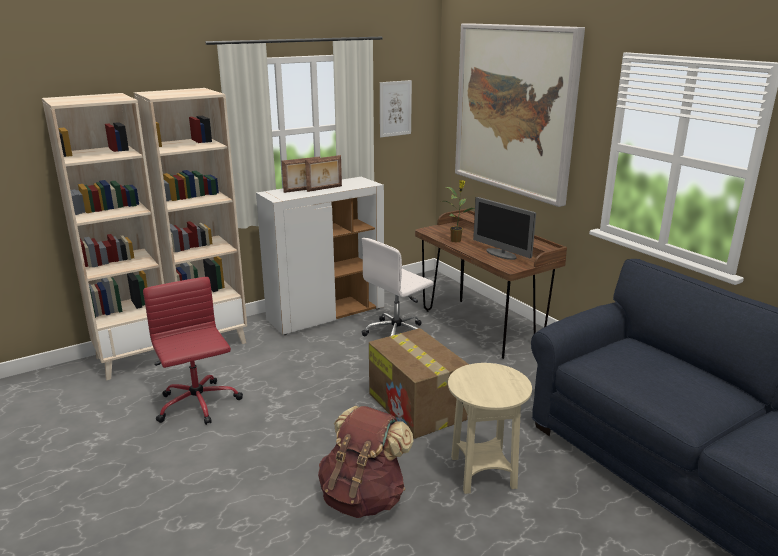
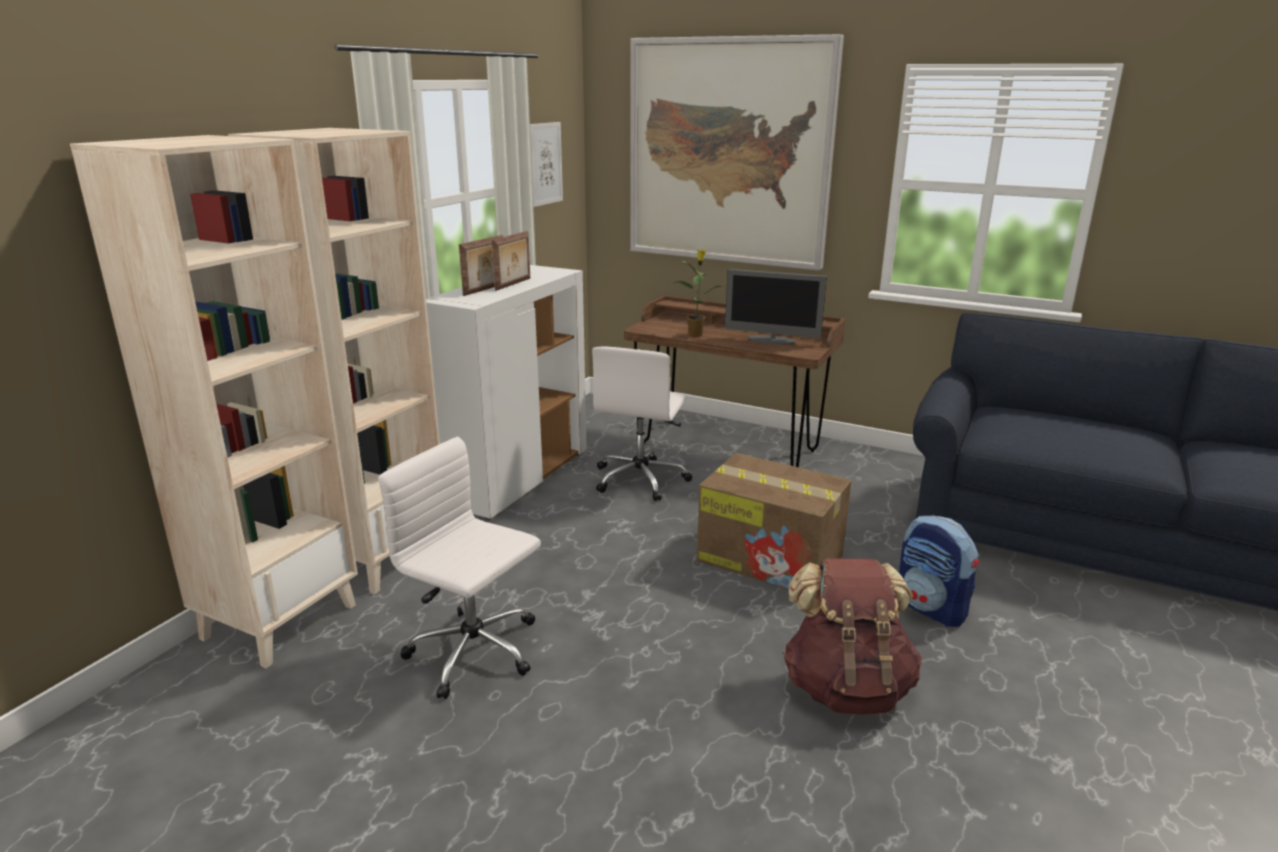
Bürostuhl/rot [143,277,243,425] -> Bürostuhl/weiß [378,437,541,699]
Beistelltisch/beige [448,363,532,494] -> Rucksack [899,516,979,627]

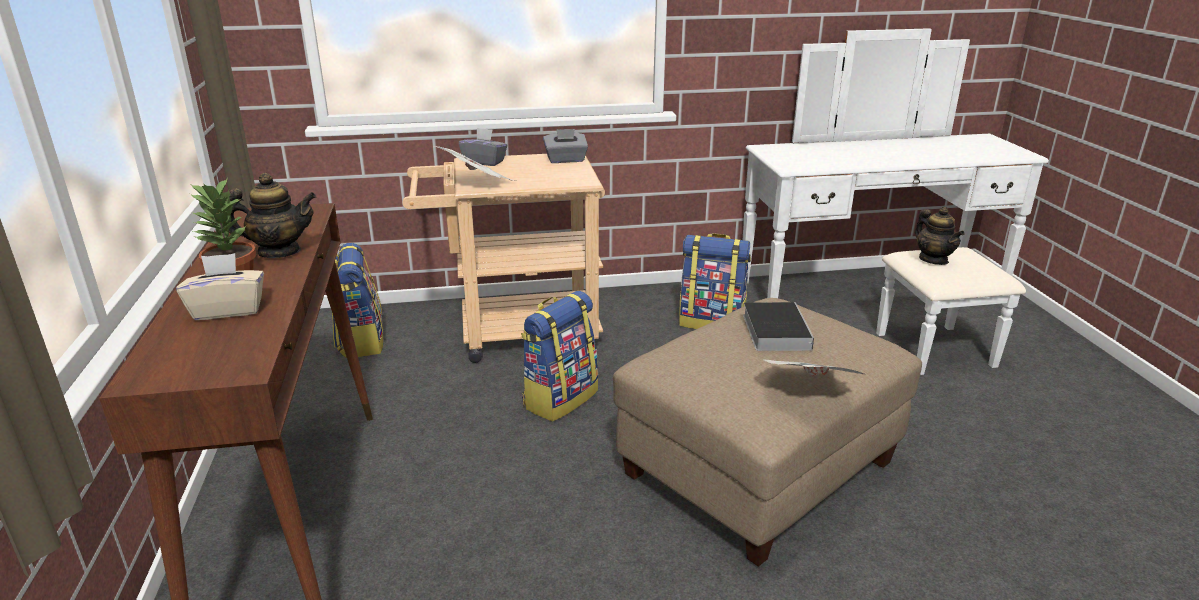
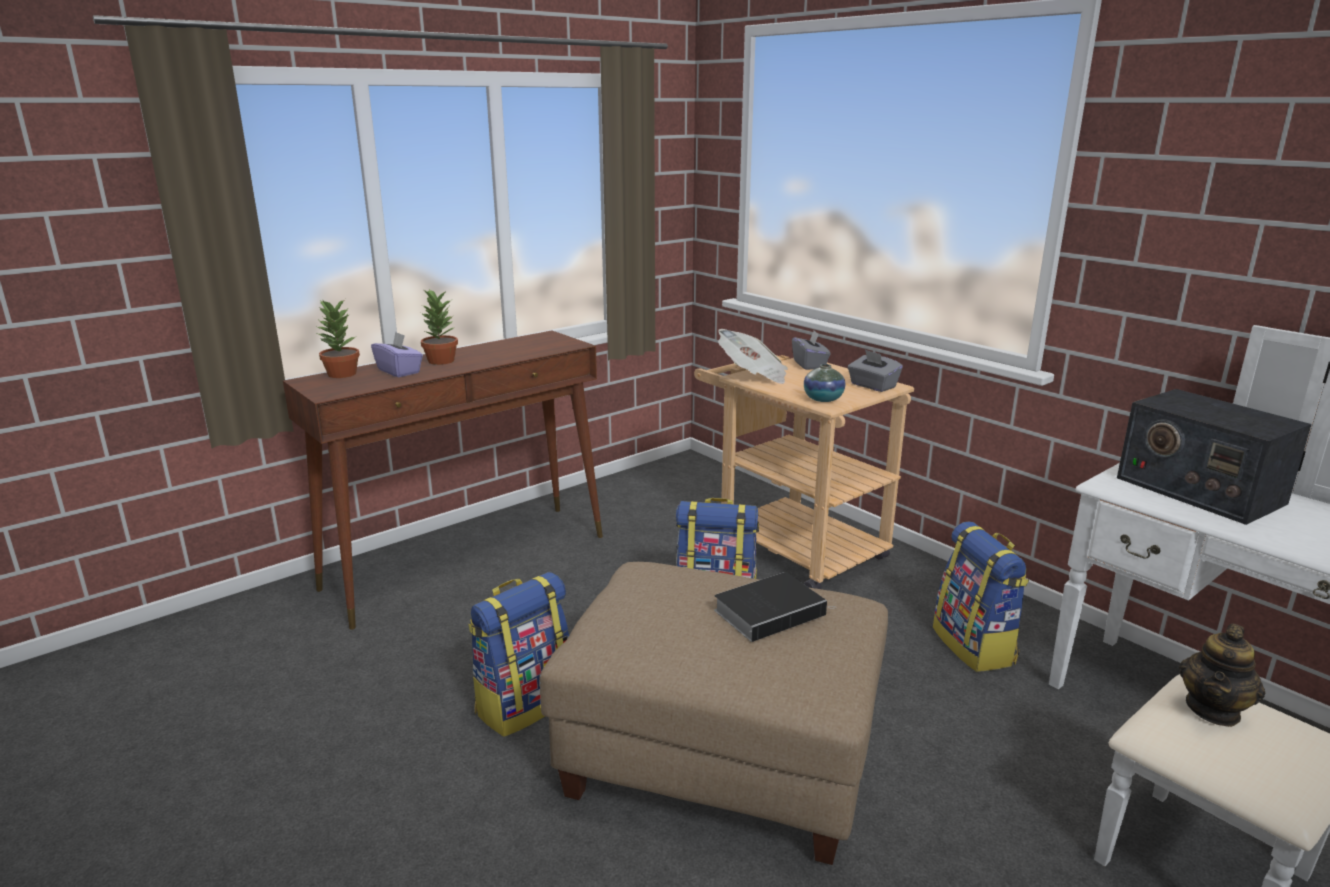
Taschentuchbox/beige [176,253,264,320] -> Taschentuchbox/lila [371,332,423,377]
Teekanne [228,173,316,258] -> none
Rucksack [332,243,383,358] -> Rucksack [468,572,569,737], relocated
Zeitung [763,359,864,377] -> none
none -> Topfpflanze [317,299,360,378]
none -> Vase [804,364,845,402]
none -> Radio [1117,389,1312,525]

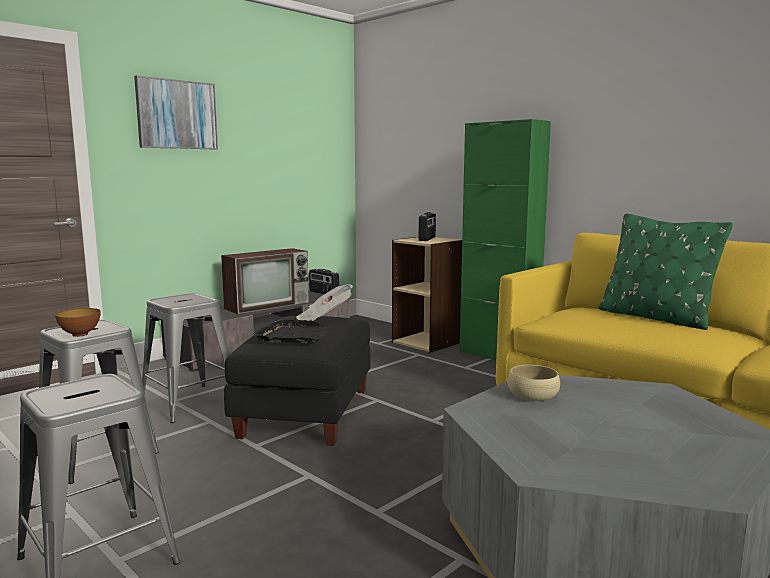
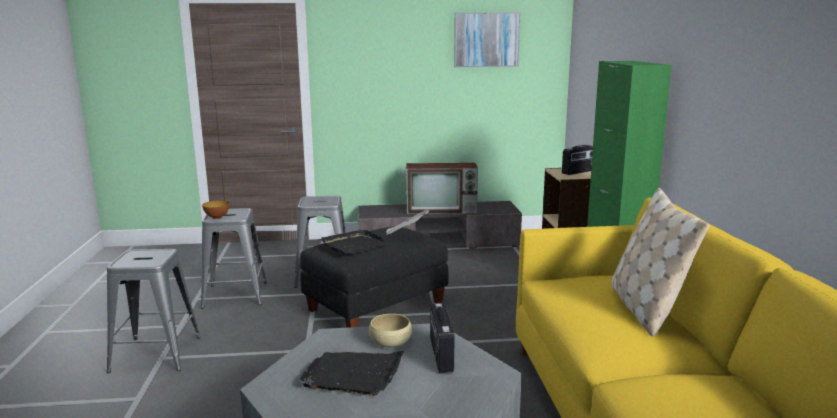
Bild [134,76,218,150] -> Bild [454,12,520,67], relocated
Radio [309,269,339,294] -> Radio [430,303,454,373], relocated
Kissen/grün [598,214,733,330] -> Kissen/beige [611,188,709,337]
none -> Tablett/schwarz [299,351,404,396]

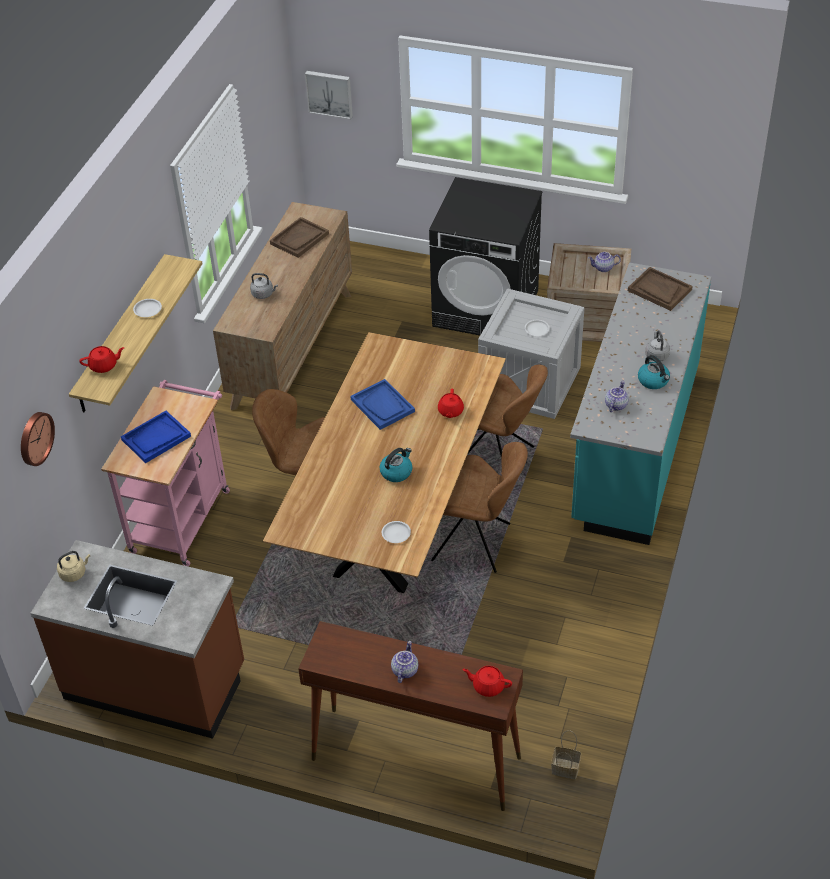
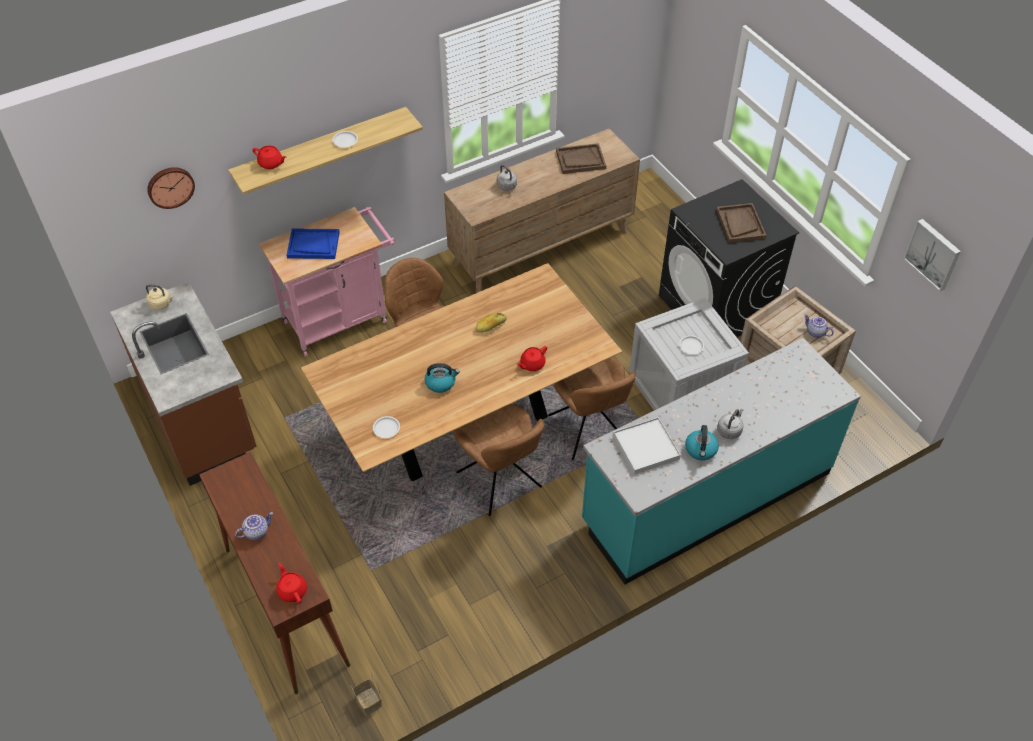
Bild [305,71,353,119] -> Bild [903,219,961,291], relocated
Tablett/blau [350,379,415,430] -> Brot [476,313,507,333]
Teekanne [605,381,628,412] -> Tablett/weiß [613,417,681,475]
Tablett/braun [628,267,693,311] -> Tablett/braun [716,203,766,243], relocated

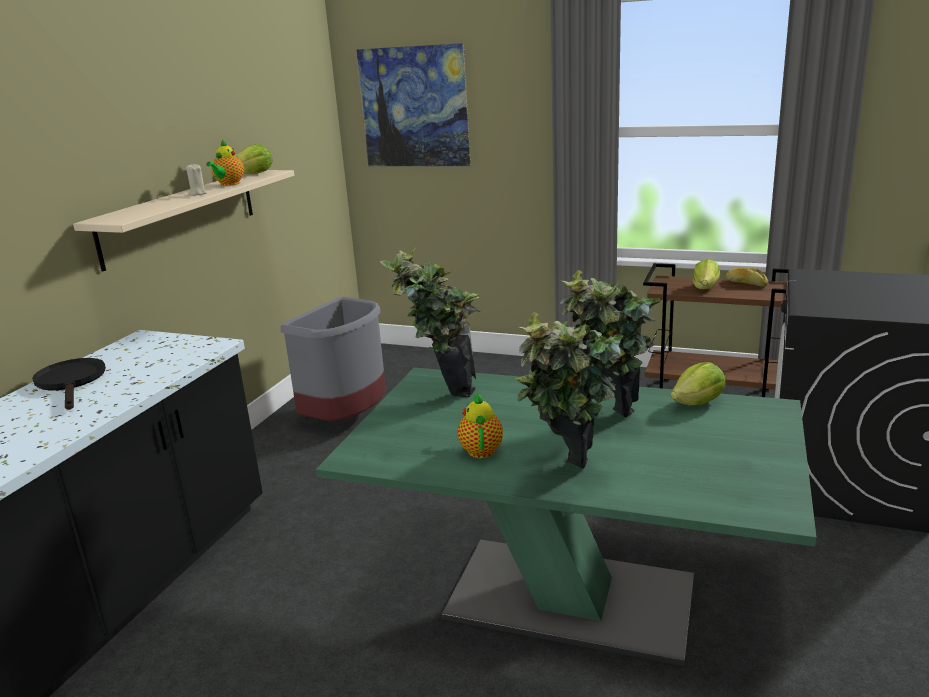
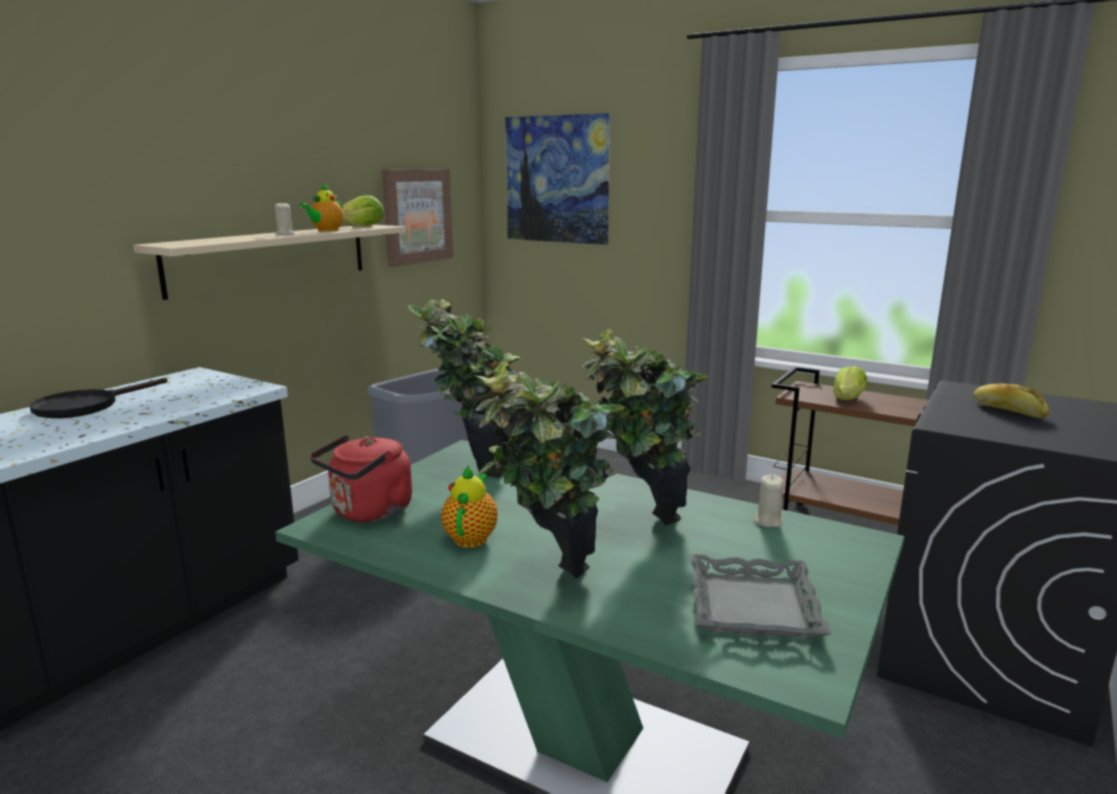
Pfanne/schwarz [32,358,106,409] -> Pfanne/schwarz [30,377,168,418], 135 degrees counterclockwise
Salatkopf [671,362,725,405] -> Kerze/beige [754,475,784,527]
Brot [726,267,768,287] -> Brot [973,383,1049,418], relocated
none -> Wasserkessel/rot [310,435,412,522]
none -> Bild [382,169,453,267]
none -> Tablett/grau [691,554,832,639]

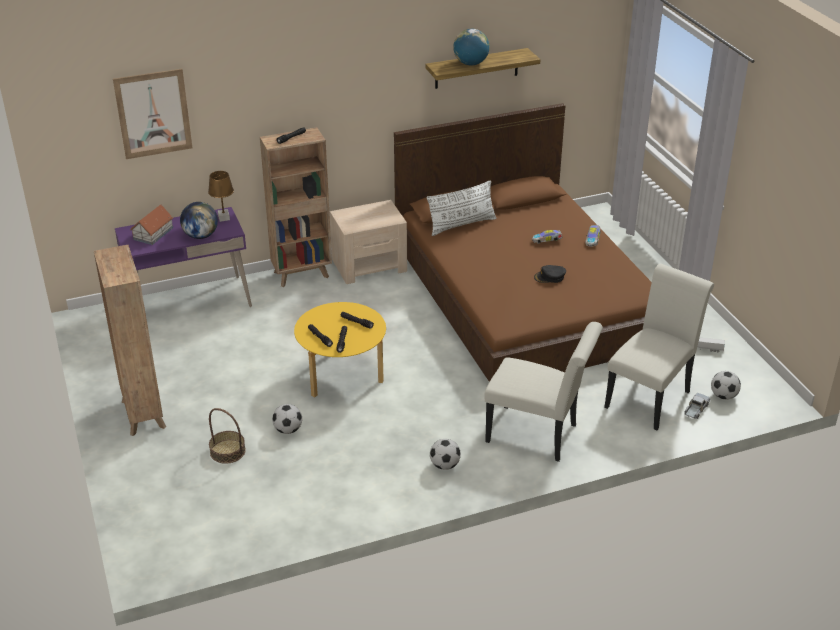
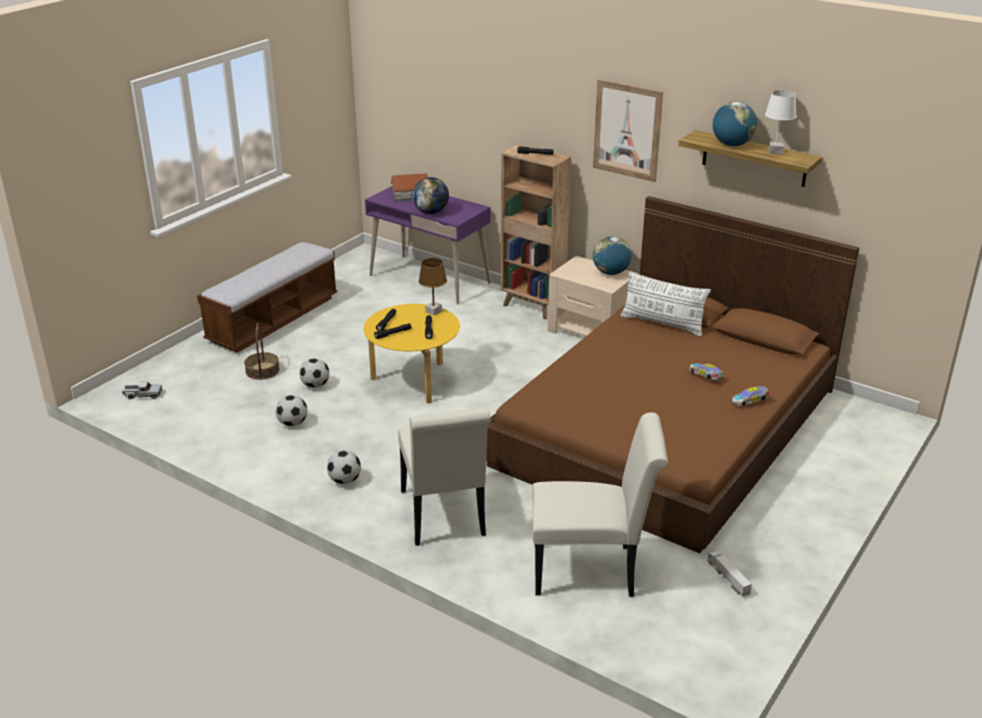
Bücherregal/braun [94,245,166,436] -> Bank [197,242,338,353]
Bild [113,69,192,159] -> Bild [593,79,663,182], relocated
Tischlampe/braun [208,171,234,222] -> Tischlampe/braun [419,258,447,316], relocated
Kappe/schwarz [534,265,566,283] -> none
Spielzeuglaster [684,393,710,419] -> Spielzeuglaster [122,381,162,399], relocated
Fußball [711,371,741,400] -> Fußball [276,395,307,426], relocated
none -> Globus [593,236,631,275]
none -> Tischlampe/weiß [765,90,797,154]

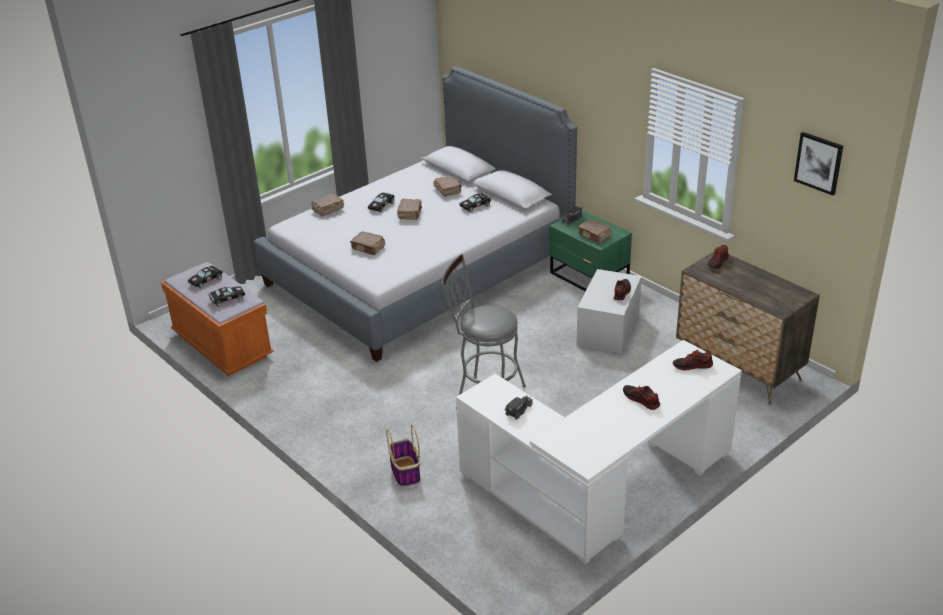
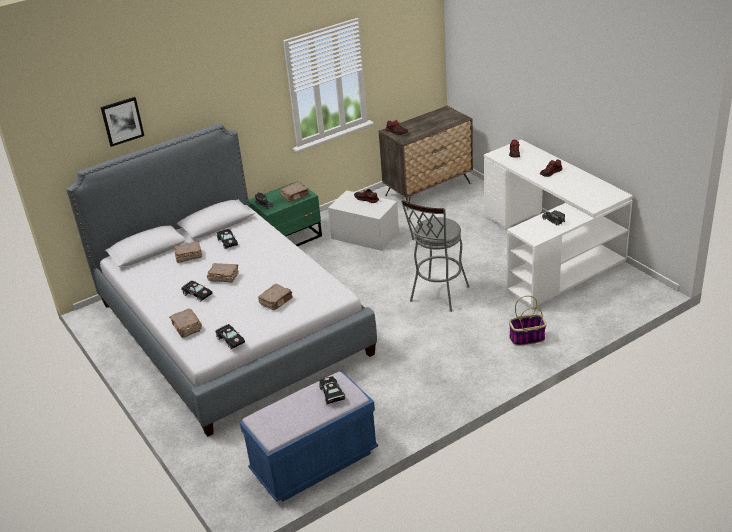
Bank/orange [161,262,274,376] -> Bank/blau [240,372,378,502]
Spielzeugauto/schwarz [188,265,223,288] -> Spielzeugauto/schwarz [215,324,245,349], relocated
Bild [794,132,843,196] -> Bild [100,97,144,147], relocated

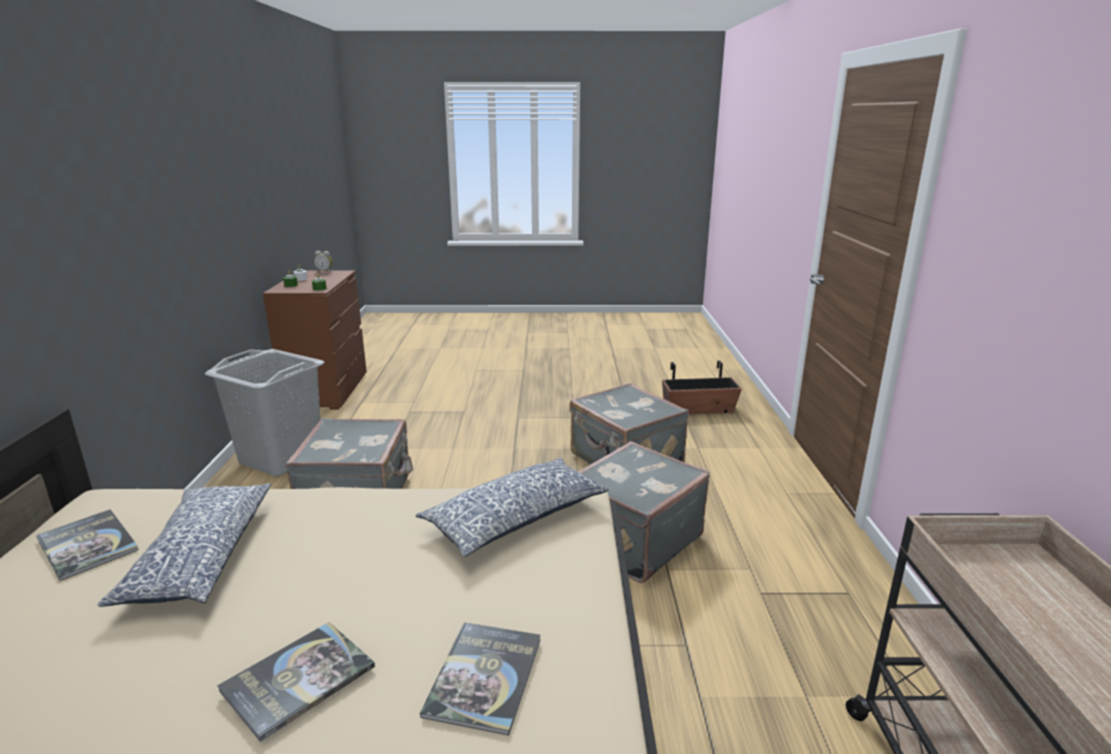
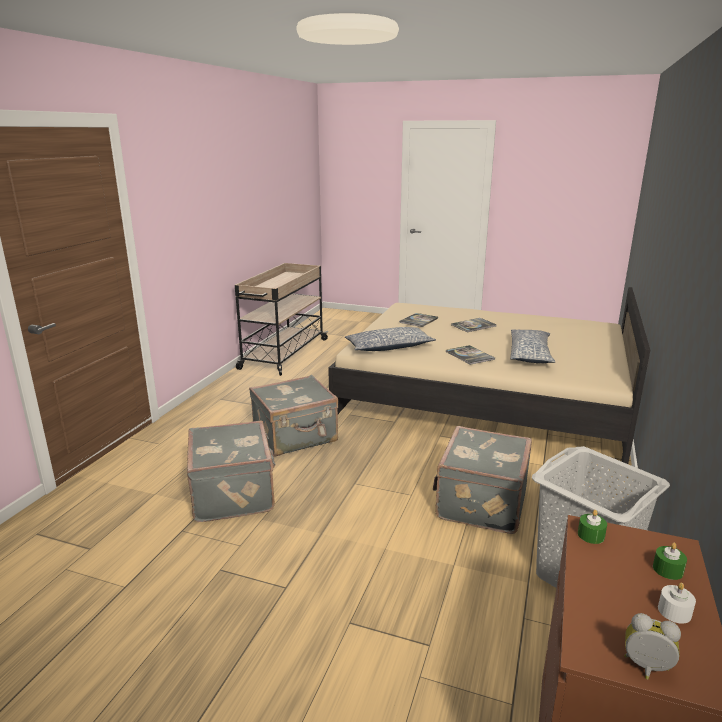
Buch [36,509,139,581] -> Buch [446,345,495,365], relocated
Pflanzkübel [662,361,742,414] -> none

